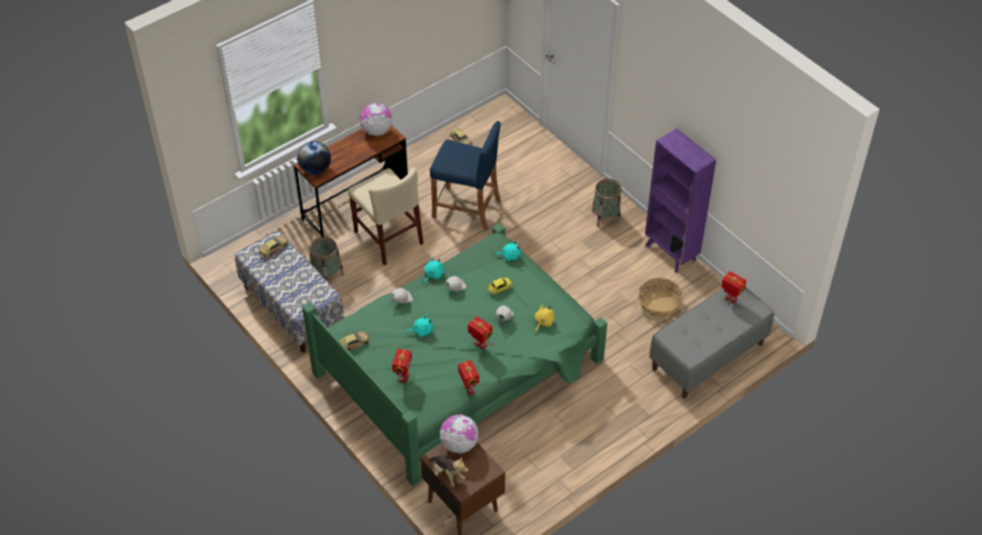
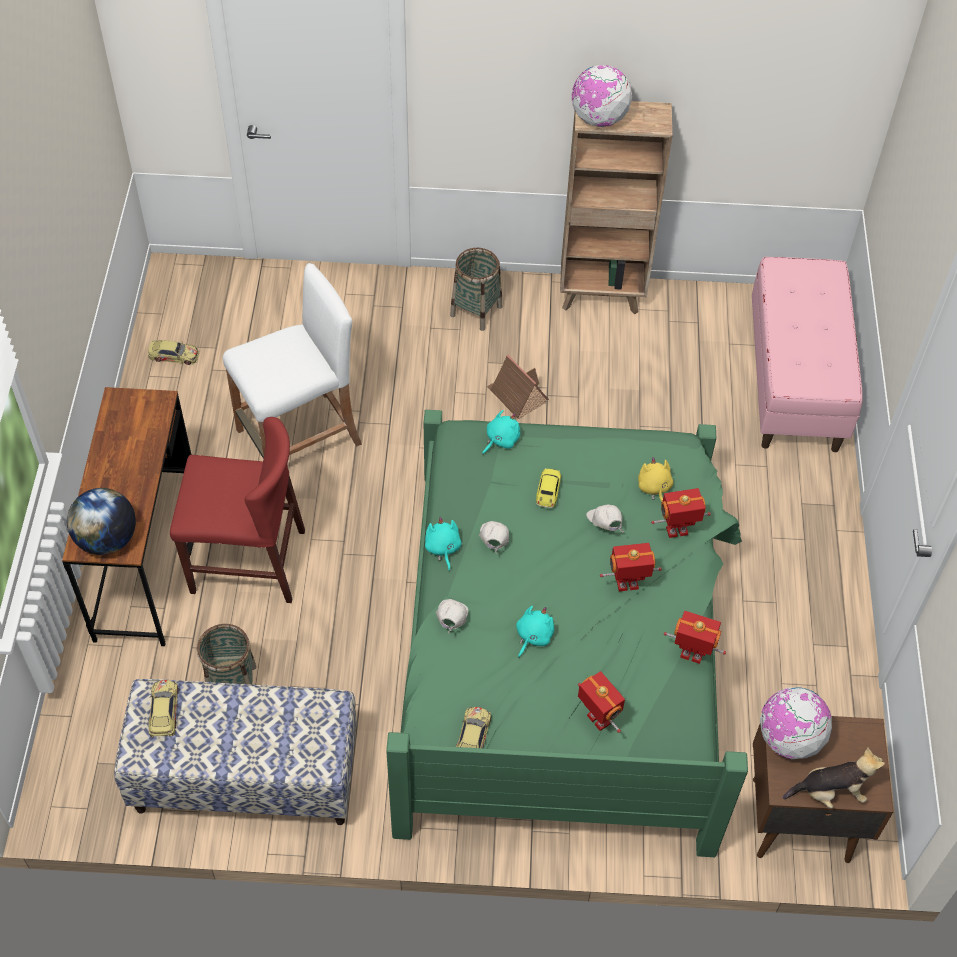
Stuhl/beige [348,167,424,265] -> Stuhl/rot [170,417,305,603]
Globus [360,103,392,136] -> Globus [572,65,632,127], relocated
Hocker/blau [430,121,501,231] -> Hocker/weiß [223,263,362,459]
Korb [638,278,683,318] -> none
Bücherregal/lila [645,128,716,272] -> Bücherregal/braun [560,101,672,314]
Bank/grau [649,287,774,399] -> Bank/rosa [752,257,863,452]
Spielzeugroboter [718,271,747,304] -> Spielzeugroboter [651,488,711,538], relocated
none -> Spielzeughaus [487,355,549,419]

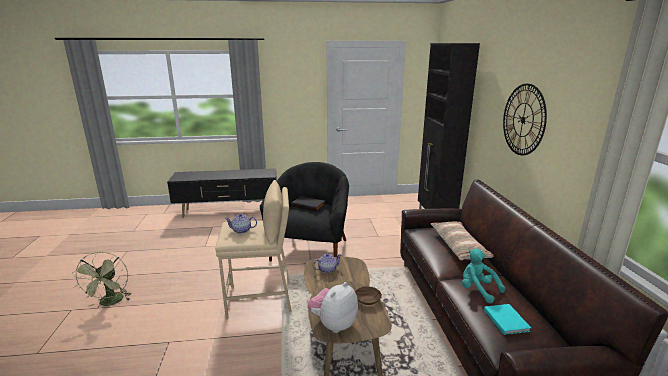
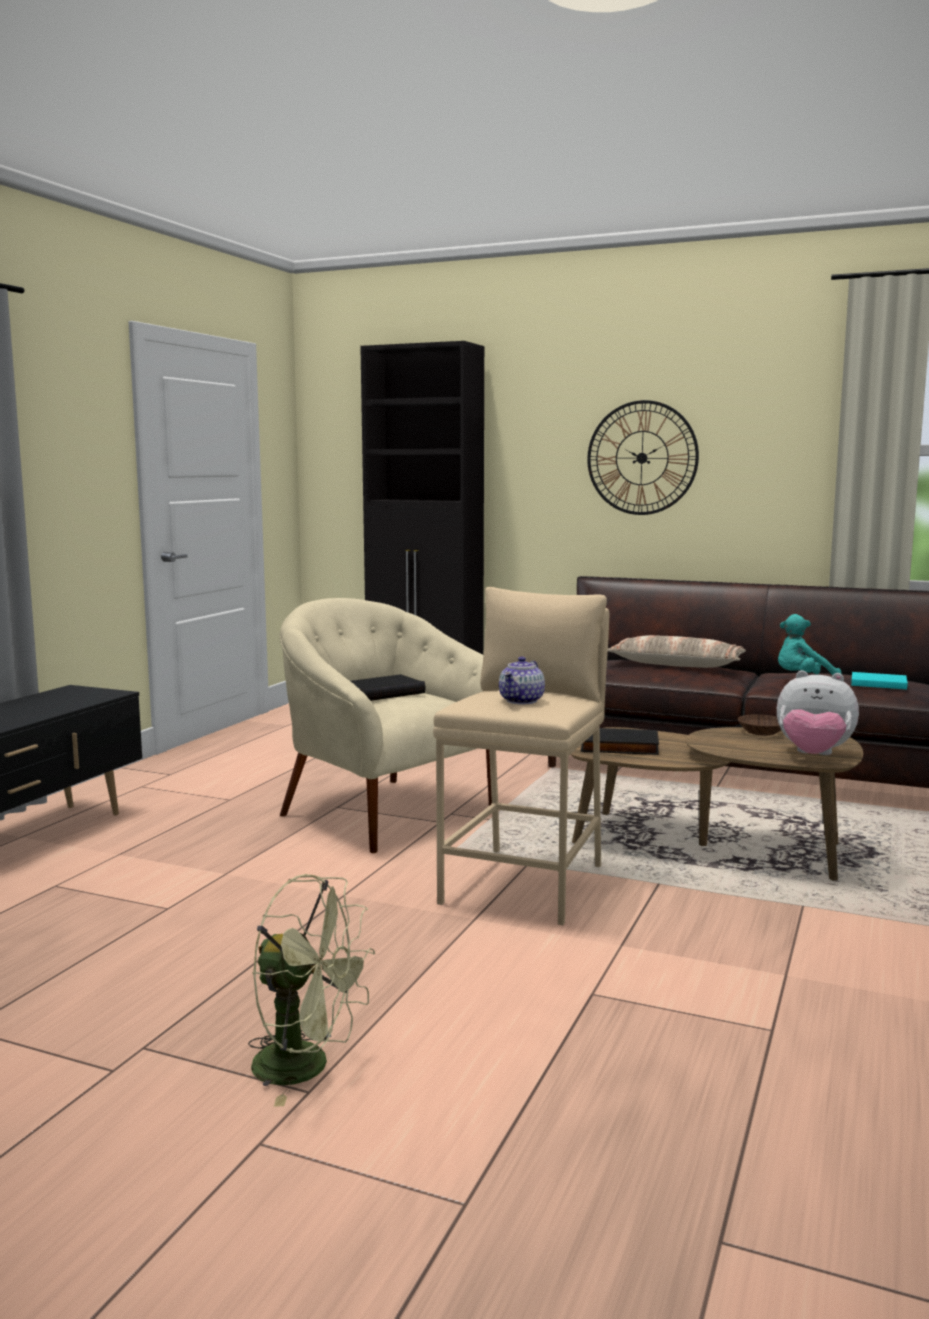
Sessel/schwarz [260,162,349,261] -> Sessel/beige [280,598,492,853]
Plüschtier [308,282,358,333] -> Plüschtier [777,670,859,755], 45 degrees counterclockwise
Teekanne [313,253,342,273] -> Buch/schwarz [581,728,659,755]

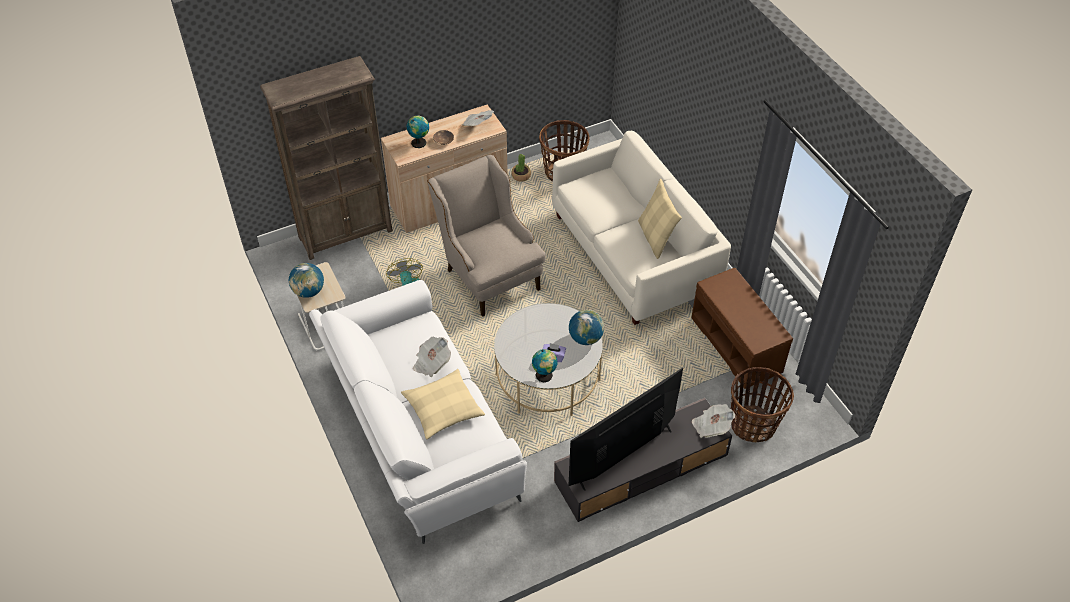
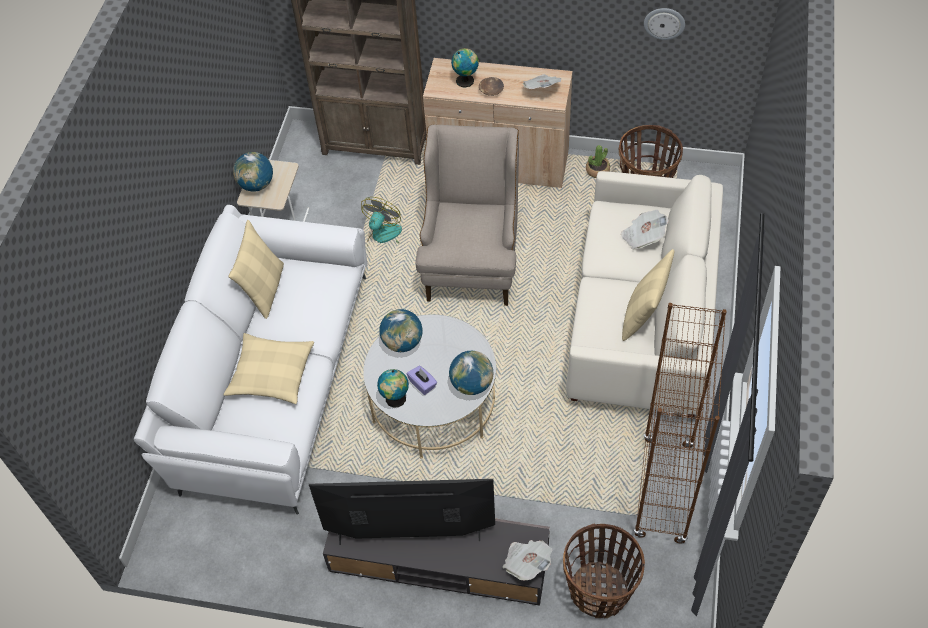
Zeitung [413,337,451,377] -> Zeitung [621,210,669,250], relocated
Bank/braun [691,268,793,389] -> Bücherregal/braun [633,303,727,544]
none -> Kissen/beige [228,220,284,319]
none -> Globus [379,309,423,352]
none -> Wanduhr [644,8,685,40]

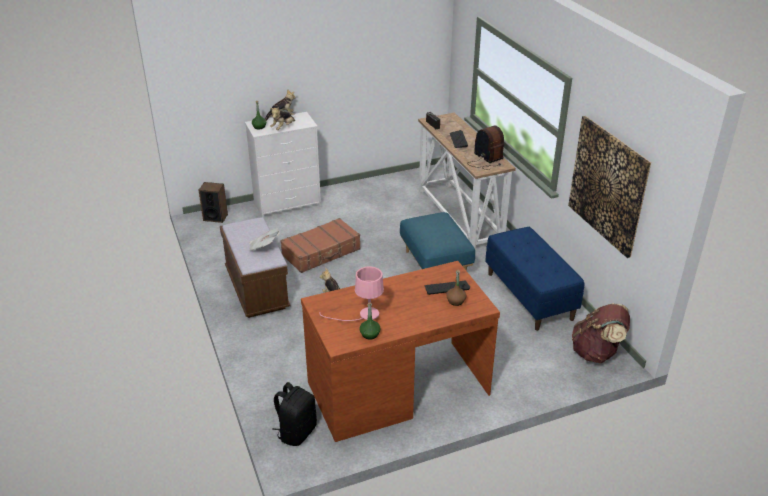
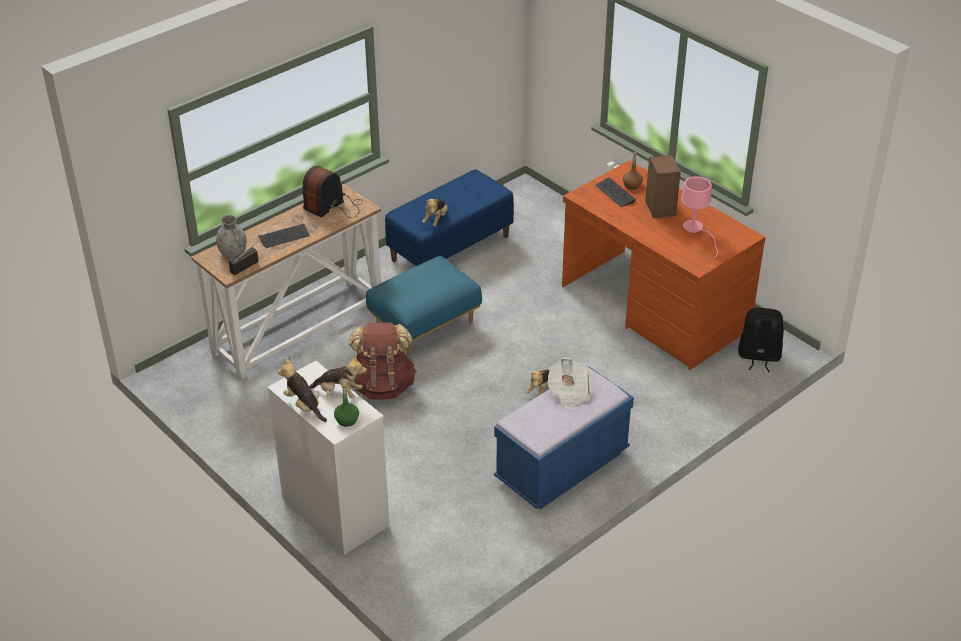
Lautsprecher [198,182,228,223] -> Lautsprecher [645,155,681,218], relocated
Bank/braun [220,217,291,318] -> Bank/blau [494,367,634,509]
Koffer/braun [280,218,361,273] -> none
Flasche/grün [359,303,381,340] -> none
Bild [568,116,651,258] -> none
Rucksack/braun [572,303,630,363] -> Rucksack/braun [348,322,417,400], relocated
none -> Vase/grau [216,215,247,258]
none -> Plüschtier [422,198,448,226]

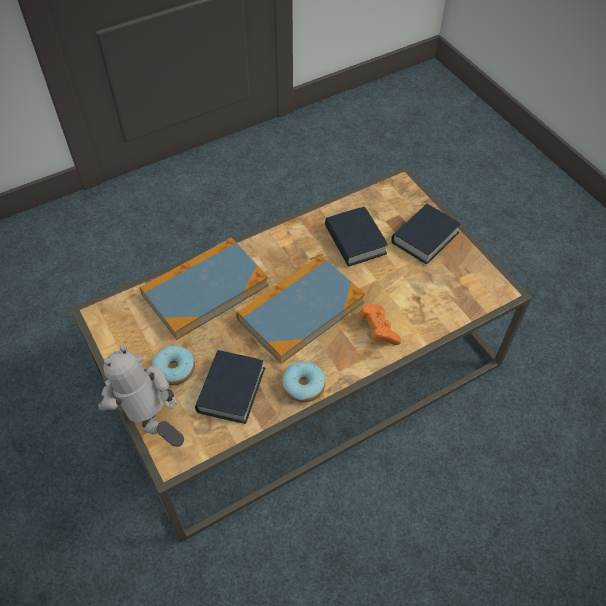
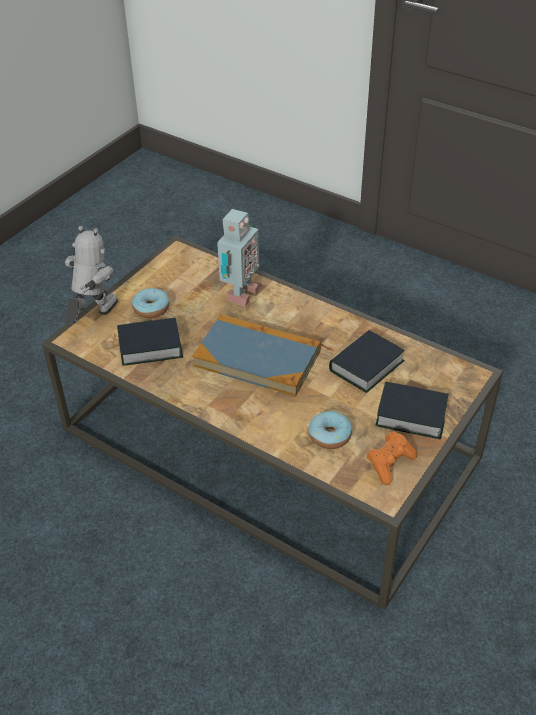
Buch [140,237,269,340] -> Spielzeugroboter [217,209,260,307]
Donut [282,361,325,402] -> Donut [308,411,352,449], relocated
Gamepad/orange [359,304,401,345] -> Gamepad/orange [367,431,417,485], relocated

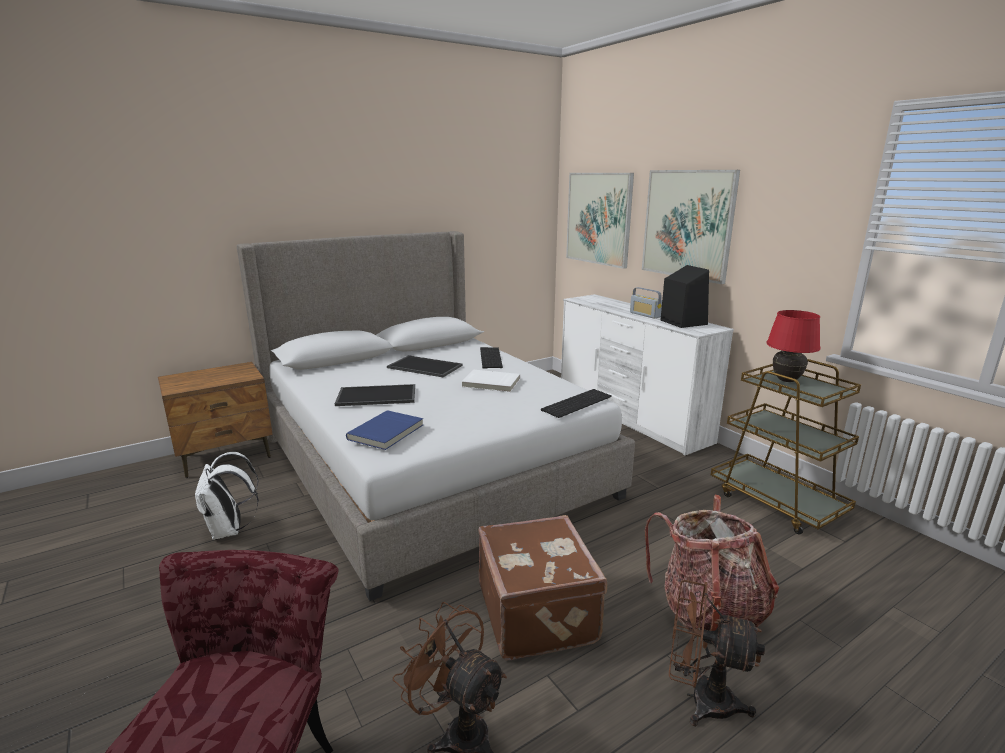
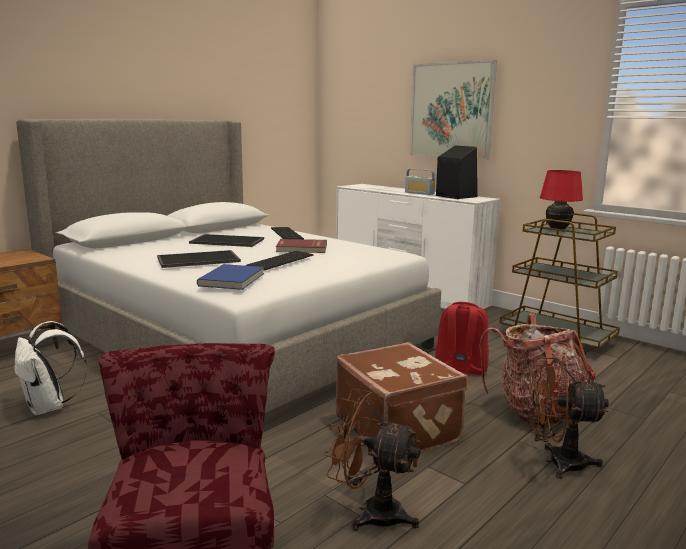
Buch/weiß [461,370,520,392] -> Buch/rot [276,239,327,253]
Tastatur [541,389,612,418] -> Tastatur [246,251,314,270], relocated
Bild [566,173,634,269] -> none
none -> Rucksack/rot [435,302,489,382]

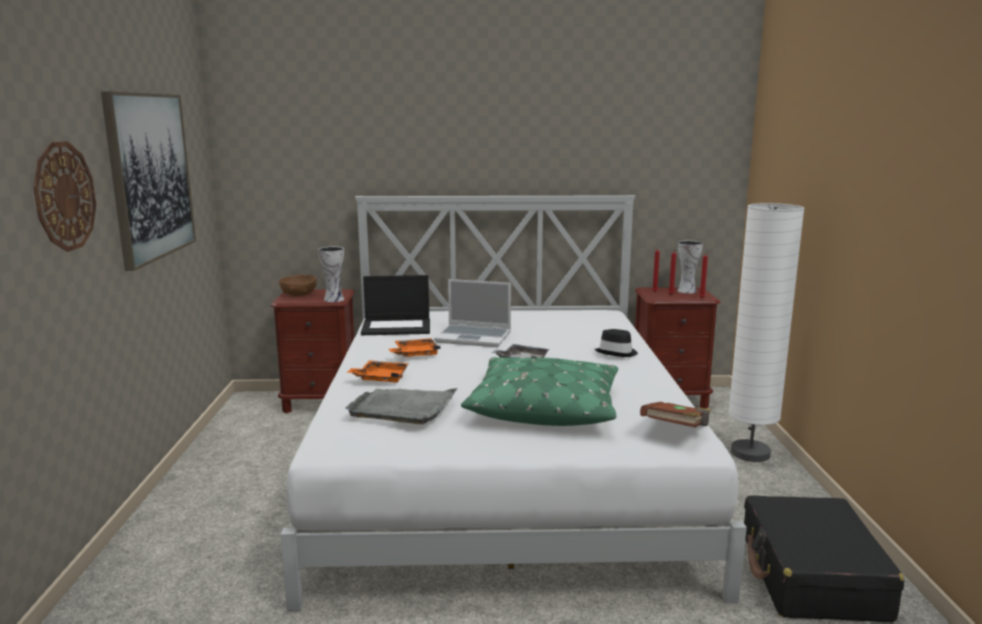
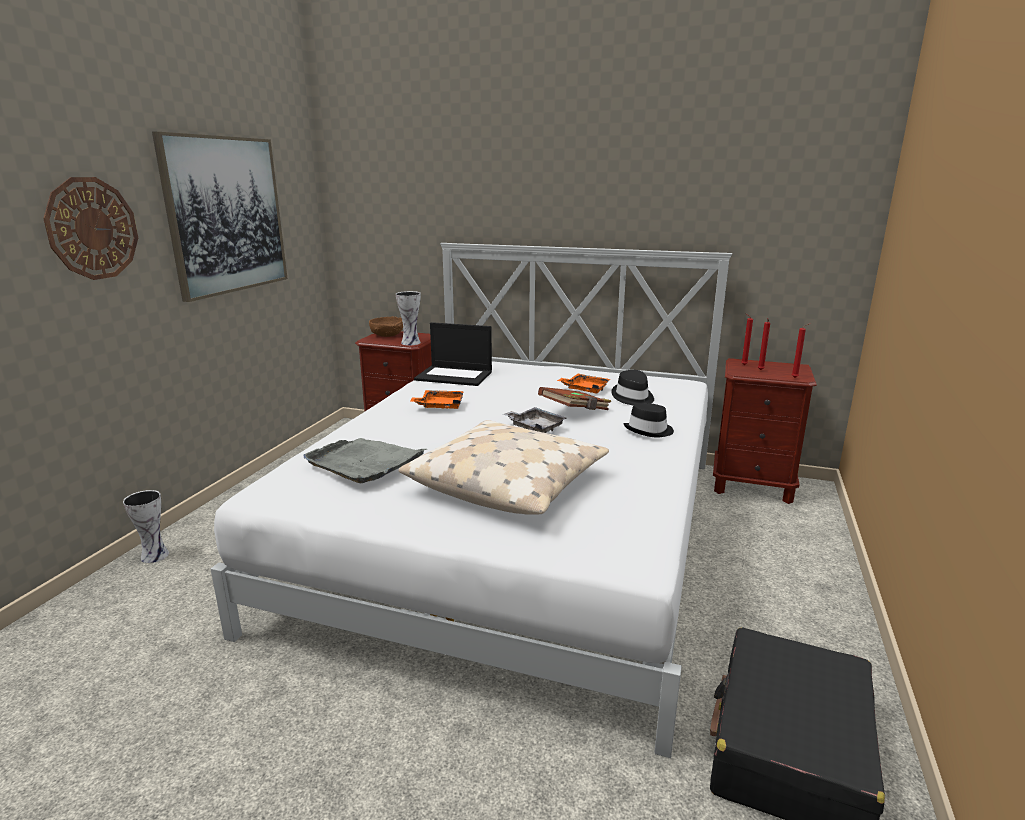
Tablett/orange [347,361,409,383] -> Tablett/orange [557,374,611,394], relocated
Laptop [434,279,511,347] -> none
Kissen/grün [461,357,618,426] -> Kissen/beige [399,420,609,515]
Buch/braun [640,402,711,428] -> Buch/braun [538,387,611,410], relocated
Vase [677,240,703,294] -> Vase [123,490,169,563], relocated
Stehlampe/weiß [729,203,805,462] -> none
none -> Hut/schwarz [611,370,654,405]

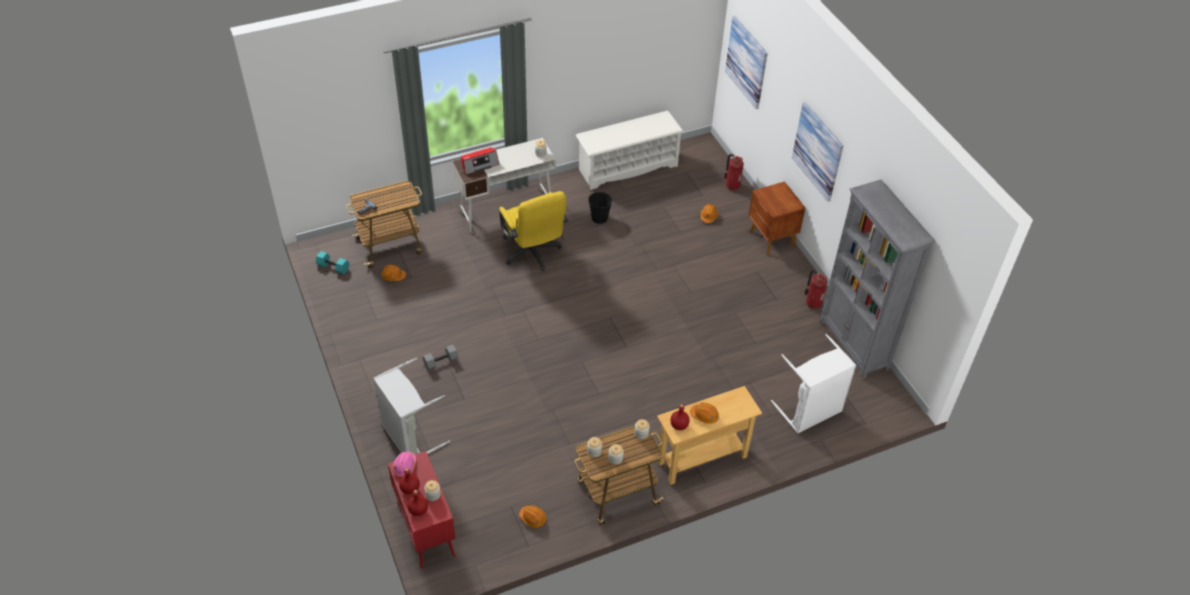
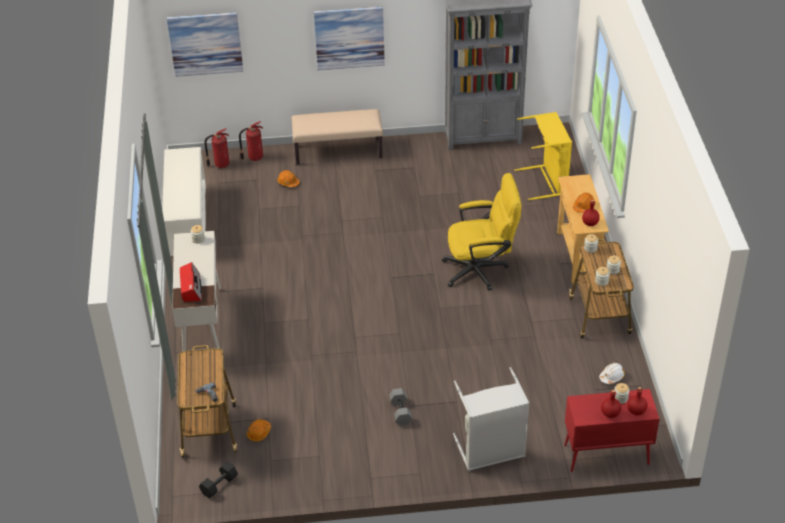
Hantel/türkis [316,251,349,274] -> Hantel/schwarz [199,461,238,499]
Schutzhelm/rosa [392,452,416,477] -> none
Bürostuhl/gelb [499,191,568,271] -> Bürostuhl/gelb [442,173,522,291], relocated
Schutzhelm/orange [519,505,547,528] -> Schutzhelm/weiß [599,363,625,384]
Eimer/schwarz [588,192,612,224] -> none
Nachttisch/braun [748,181,805,255] -> Bank/beige [291,109,383,165]
Wäschekorb/weiß [771,334,856,434] -> Wäschekorb/gelb [514,112,572,200]
Feuerlöscher [804,270,827,309] -> Feuerlöscher [204,128,229,168], relocated

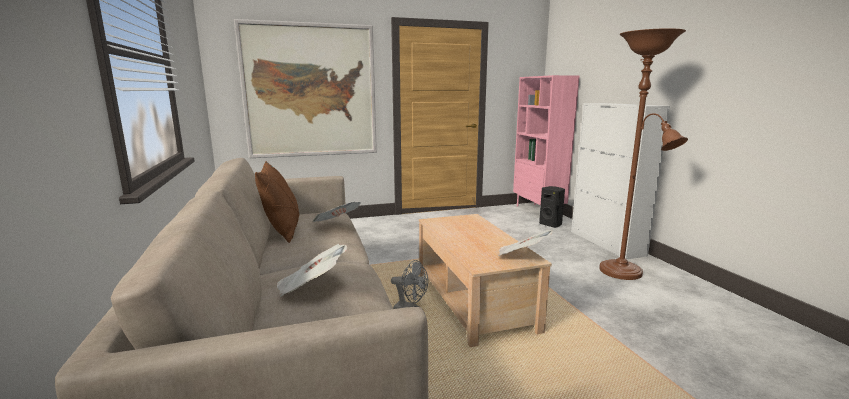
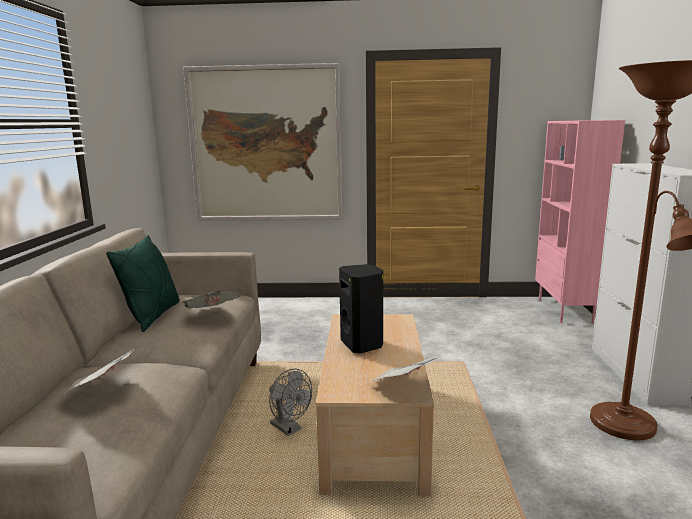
Kissen/braun [255,161,299,243] -> Kissen/grün [106,235,180,332]
Lautsprecher/schwarz [539,186,565,228] -> Lautsprecher/schwarz [339,264,383,354], relocated

